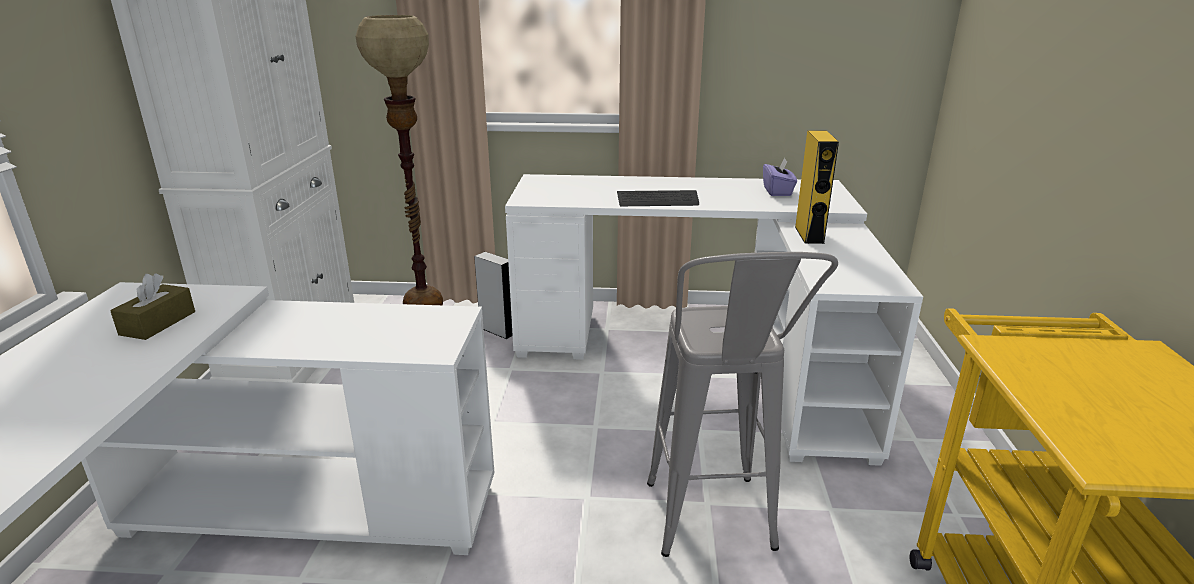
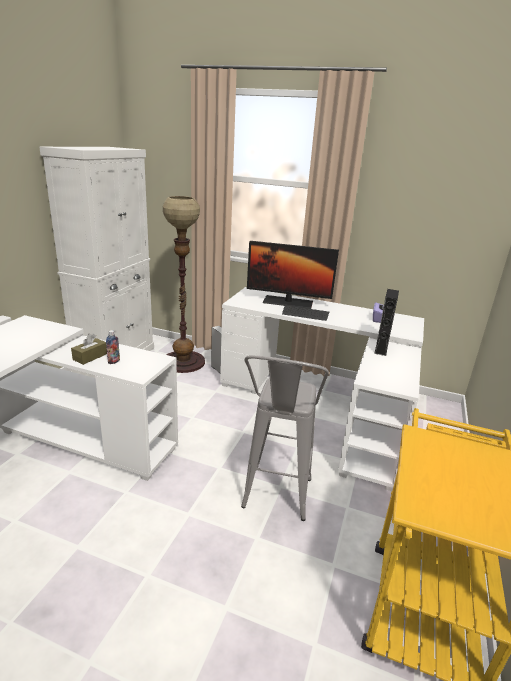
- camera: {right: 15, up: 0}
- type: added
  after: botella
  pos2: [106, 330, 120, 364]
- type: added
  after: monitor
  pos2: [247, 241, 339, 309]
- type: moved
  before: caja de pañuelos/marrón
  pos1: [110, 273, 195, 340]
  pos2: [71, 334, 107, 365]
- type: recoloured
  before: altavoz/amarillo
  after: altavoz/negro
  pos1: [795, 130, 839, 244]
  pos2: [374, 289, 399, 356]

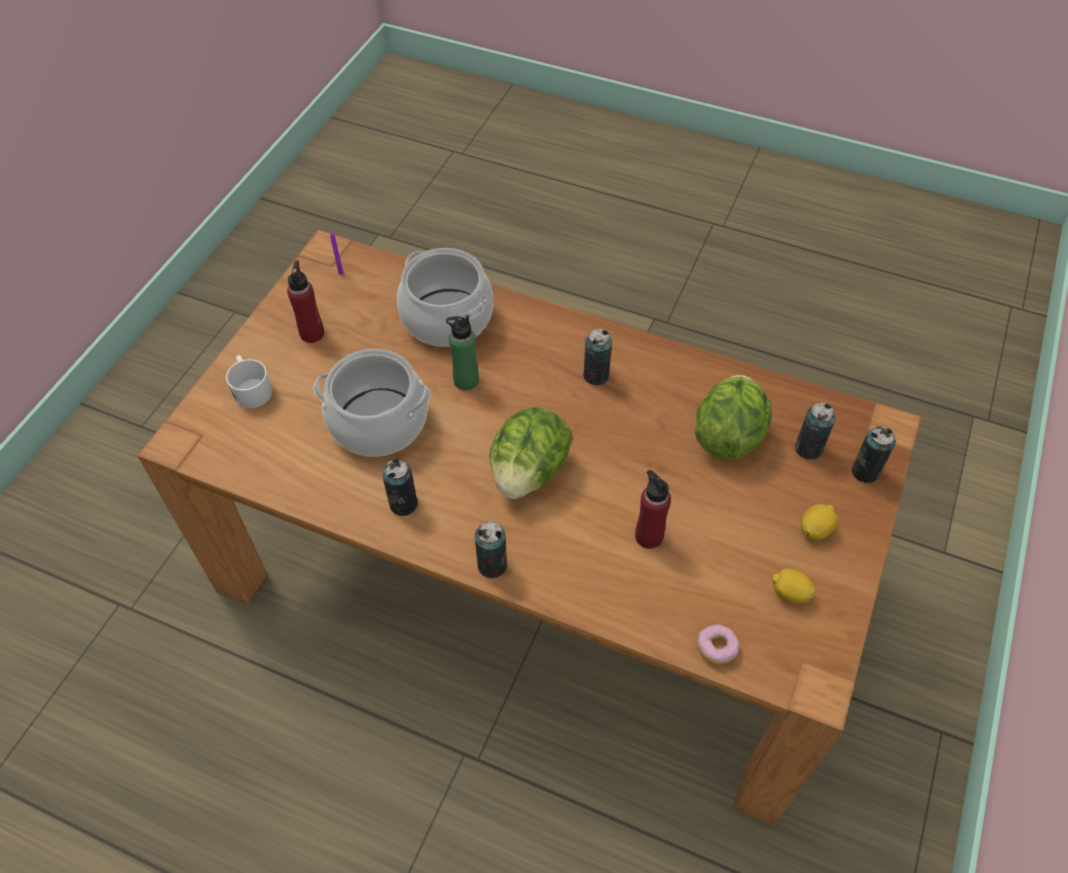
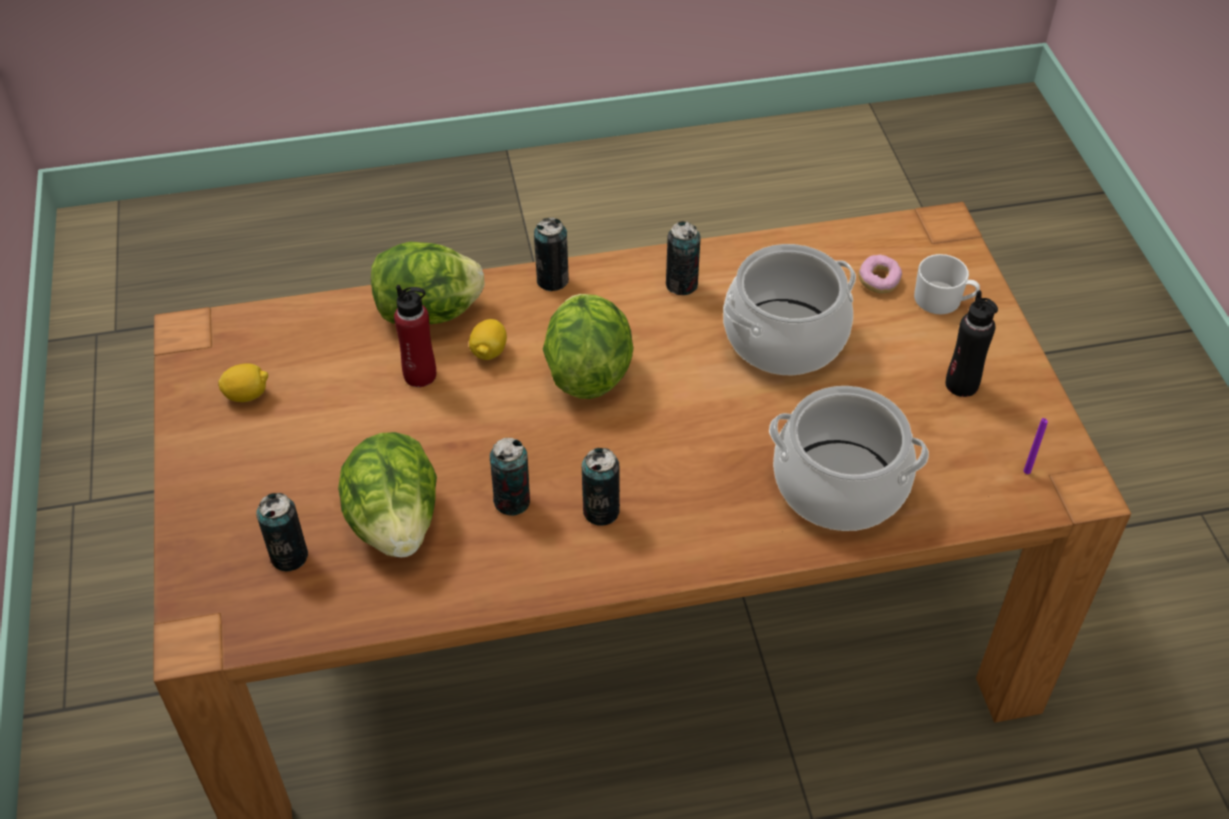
- camera: {right: 145, up: -5}
- type: removed
  before: botella/verde
  pos1: [446, 315, 479, 390]
- type: added
  after: lechuga
  pos2: [371, 242, 485, 324]
- type: moved
  before: rosquilla
  pos1: [697, 625, 739, 664]
  pos2: [858, 255, 902, 294]
- type: moved
  before: limón
  pos1: [801, 504, 837, 540]
  pos2: [469, 319, 507, 360]
- type: moved
  before: lata
  pos1: [852, 426, 896, 483]
  pos2: [490, 438, 530, 516]
- type: recoloured
  before: botella/rojo
  after: botella/negro
  pos1: [287, 261, 324, 343]
  pos2: [945, 290, 998, 397]

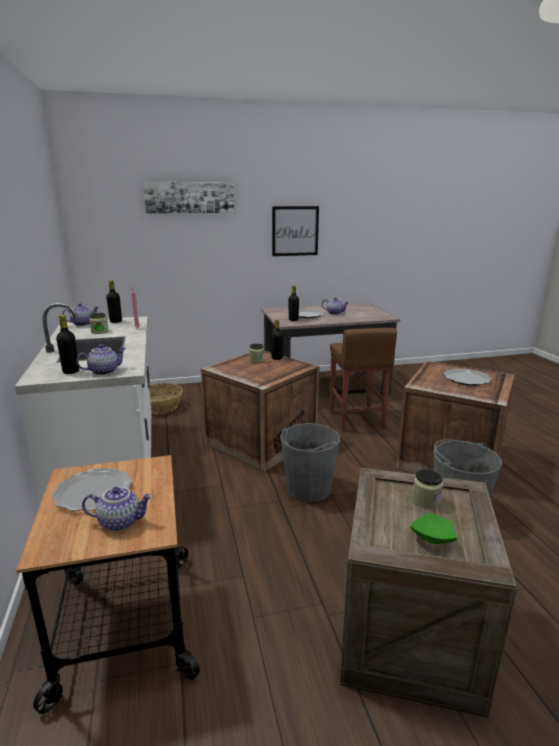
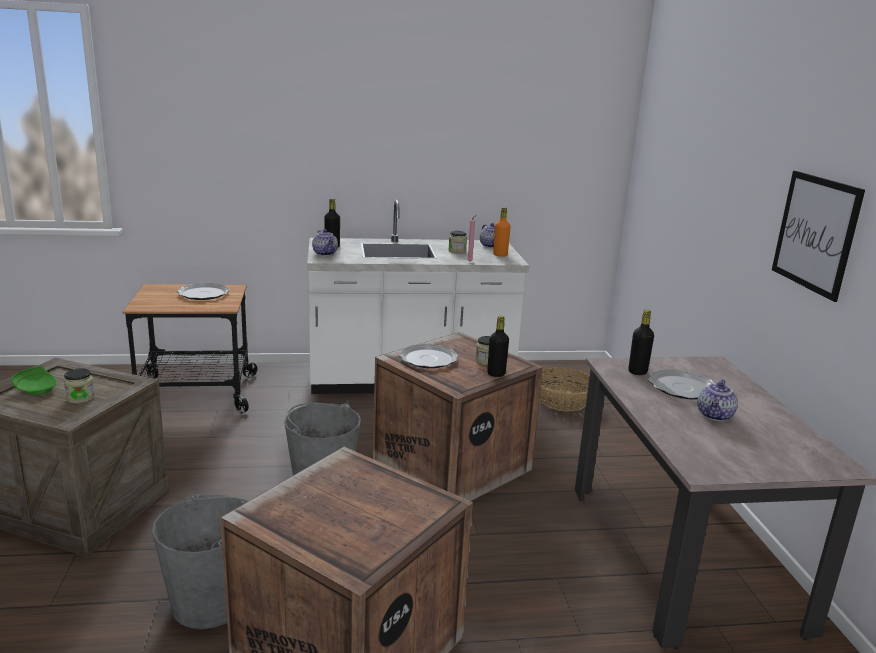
- camera: {right: 95, up: 0}
- type: removed
  before: tetera
  pos1: [82, 487, 153, 531]
- type: removed
  before: cuadro
  pos1: [143, 182, 234, 214]
- type: removed
  before: taburete/marrón
  pos1: [330, 328, 397, 432]
- type: moved
  before: plato
  pos1: [444, 368, 492, 386]
  pos2: [399, 344, 458, 368]
- type: recoloured
  before: botella/negro
  after: botella/naranja
  pos1: [106, 280, 122, 323]
  pos2: [493, 207, 511, 257]

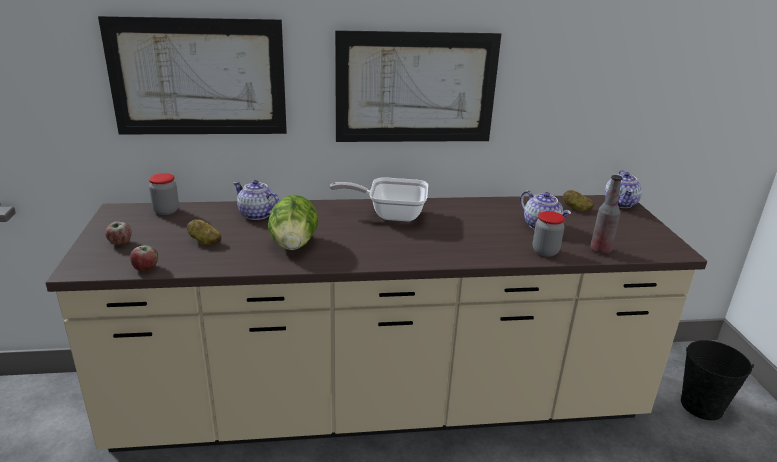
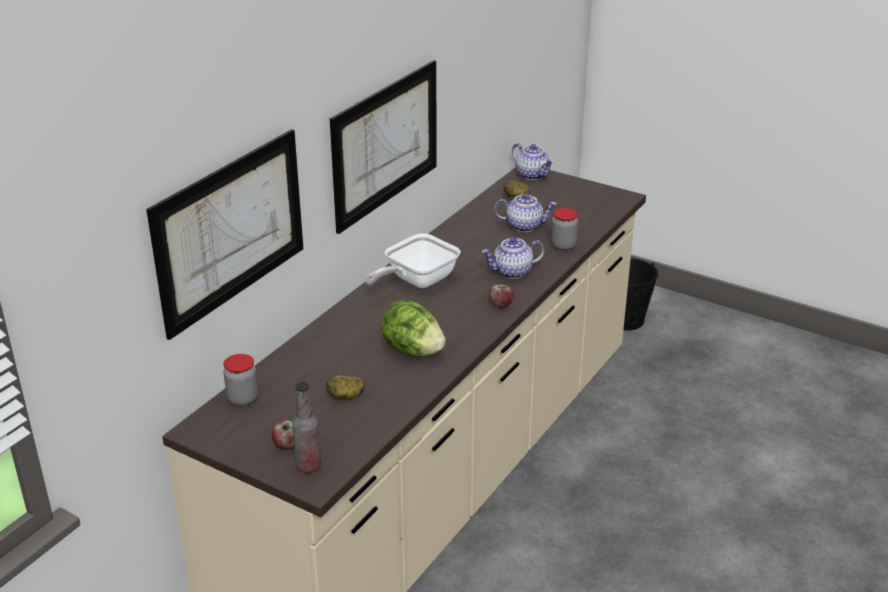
- camera: {right: -50, up: 5}
- type: moved
  before: manzana
  pos1: [130, 245, 158, 271]
  pos2: [489, 284, 513, 308]
- type: moved
  before: tetera
  pos1: [233, 180, 280, 220]
  pos2: [481, 237, 545, 279]
- type: moved
  before: botella
  pos1: [590, 175, 622, 254]
  pos2: [292, 382, 322, 472]

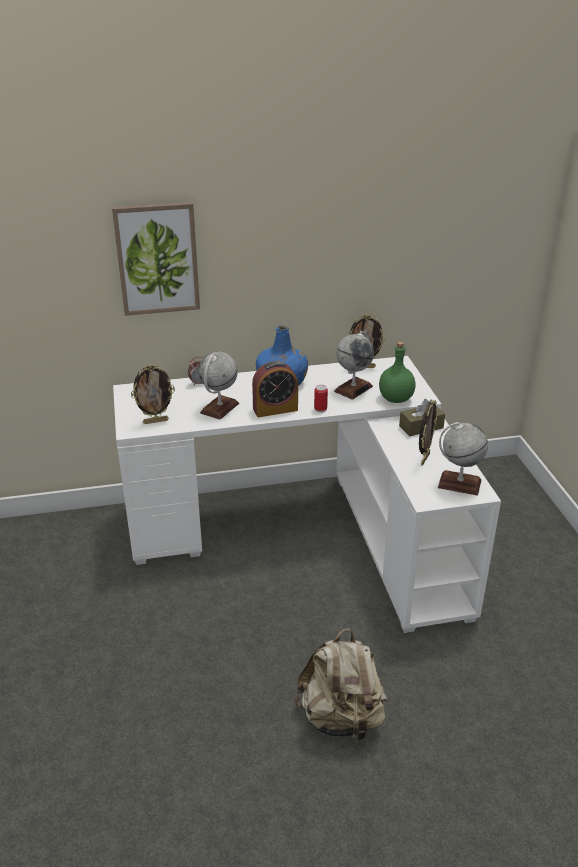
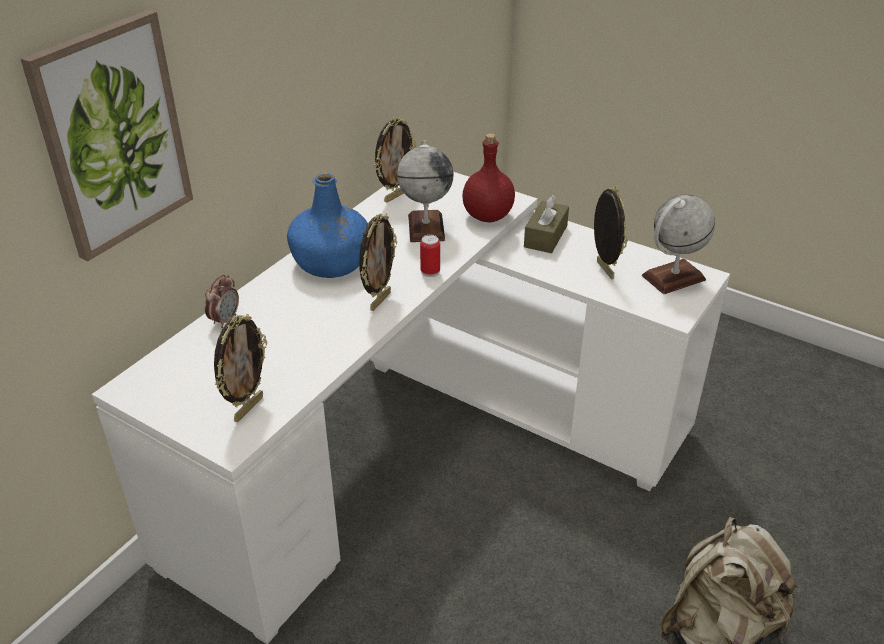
- camera: {right: -45, up: 5}
- type: removed
  before: globo terráqueo
  pos1: [198, 352, 239, 420]
- type: replaced
  before: despertador
  after: portarretratos
  pos1: [252, 361, 298, 417]
  pos2: [359, 214, 397, 311]
- type: recoloured
  before: botella/verde
  after: botella/rojo
  pos1: [379, 342, 415, 403]
  pos2: [462, 133, 515, 222]

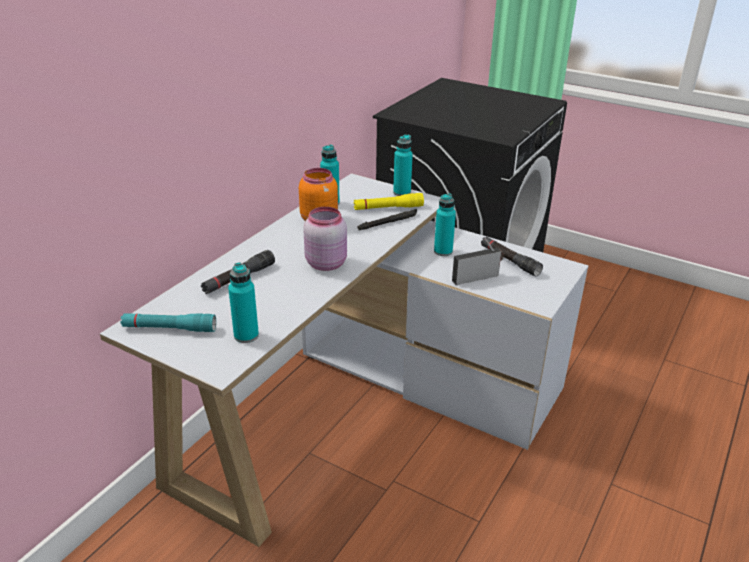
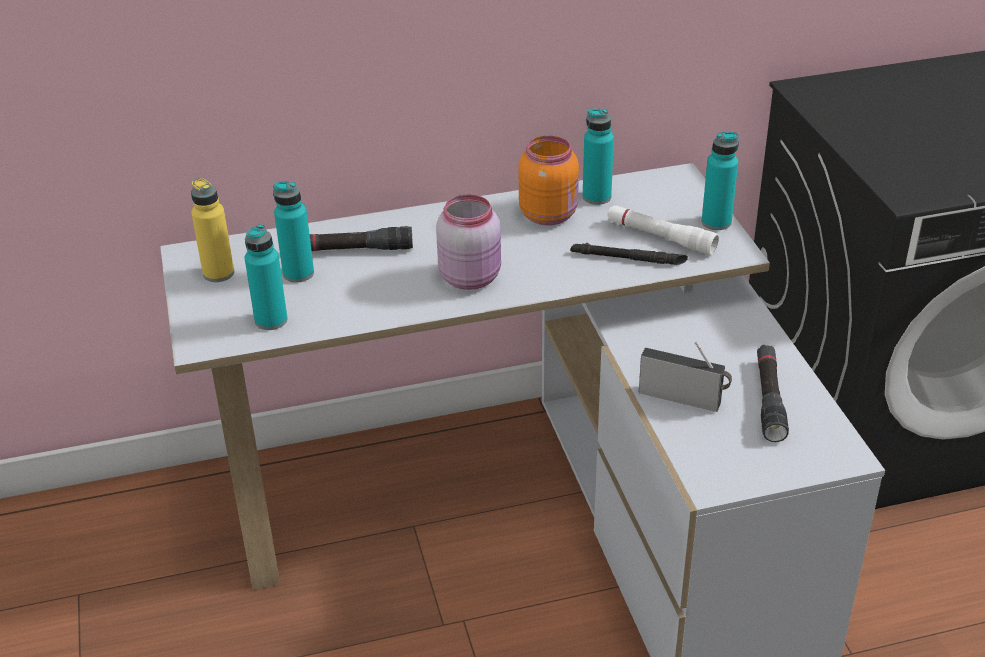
- camera: {right: 45, up: 5}
- type: moved
  before: botella/turquesa
  pos1: [434, 193, 456, 256]
  pos2: [273, 181, 314, 282]
- type: replaced
  before: linterna/turquesa
  after: botella/amarillo
  pos1: [120, 313, 216, 332]
  pos2: [191, 178, 234, 282]
- type: recoloured
  before: linterna/amarillo
  after: linterna/blanco
  pos1: [354, 193, 424, 210]
  pos2: [607, 205, 719, 255]

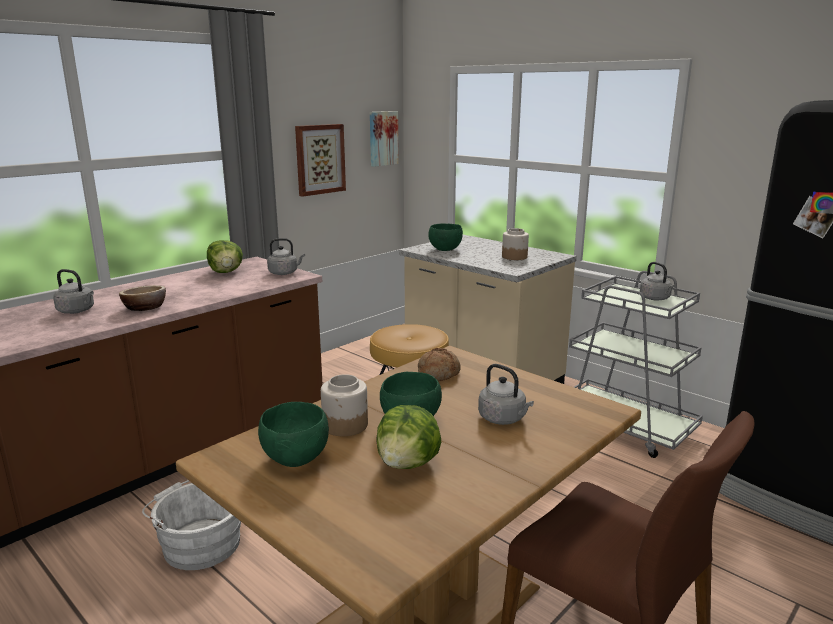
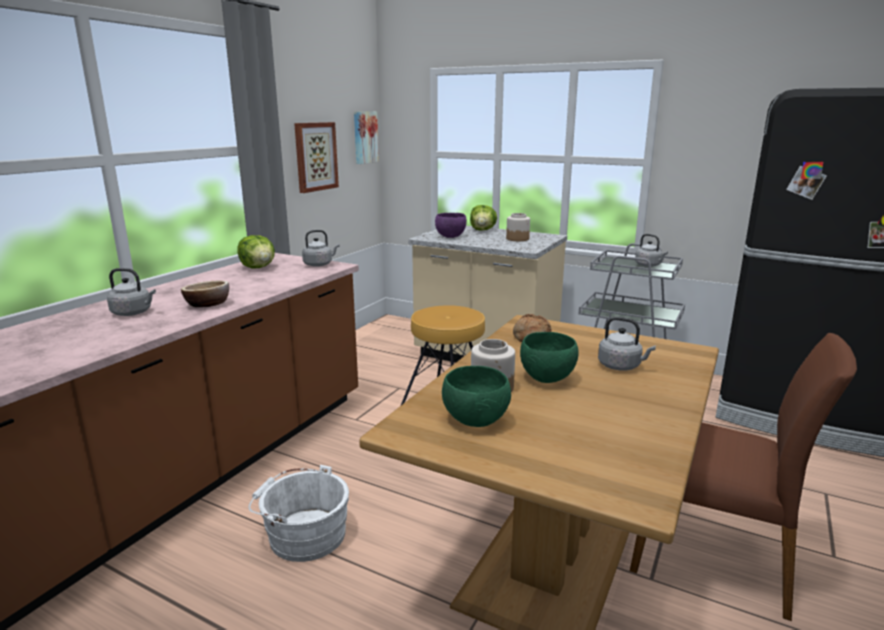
- camera: {right: -15, up: 0}
- type: moved
  before: lechuga
  pos1: [376, 405, 441, 469]
  pos2: [470, 205, 497, 231]
- type: recoloured
  before: cuenco/verde
  after: cuenco/morado
  pos1: [428, 223, 463, 251]
  pos2: [435, 213, 467, 238]

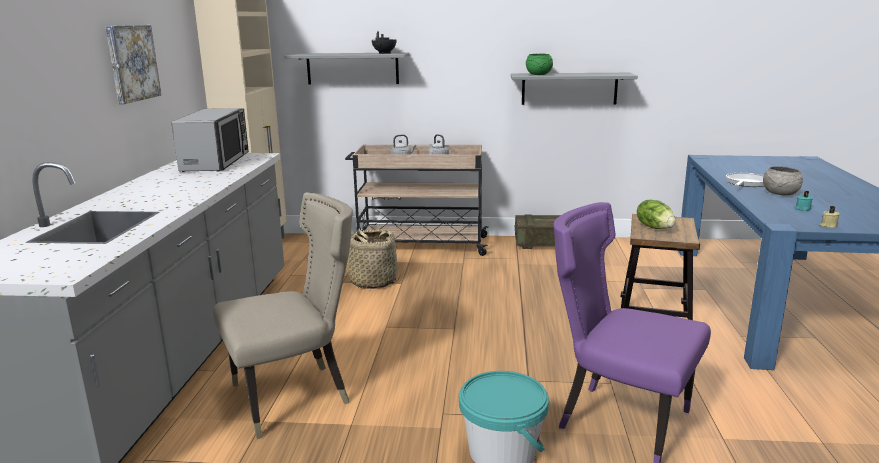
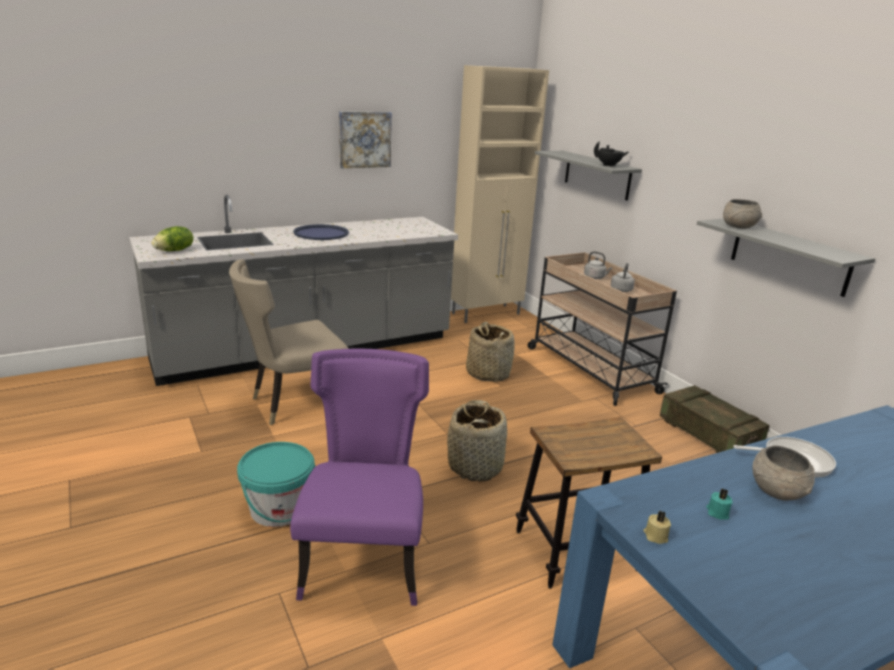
- camera: {right: 55, up: 5}
- type: removed
  before: microondas
  pos1: [171, 108, 249, 172]
- type: added
  after: bandeja/azul
  pos2: [293, 224, 349, 240]
- type: added
  after: cesta
  pos2: [447, 400, 507, 482]
- type: moved
  before: lechuga
  pos1: [637, 200, 676, 229]
  pos2: [152, 226, 193, 251]
- type: recoloured
  before: cuenco/verde
  after: cuenco/gris
  pos1: [526, 54, 553, 75]
  pos2: [723, 199, 762, 229]
- type: turned
  before: silla/beis
  pos1: [213, 192, 353, 439]
  pos2: [229, 259, 349, 425]
  turn: 120

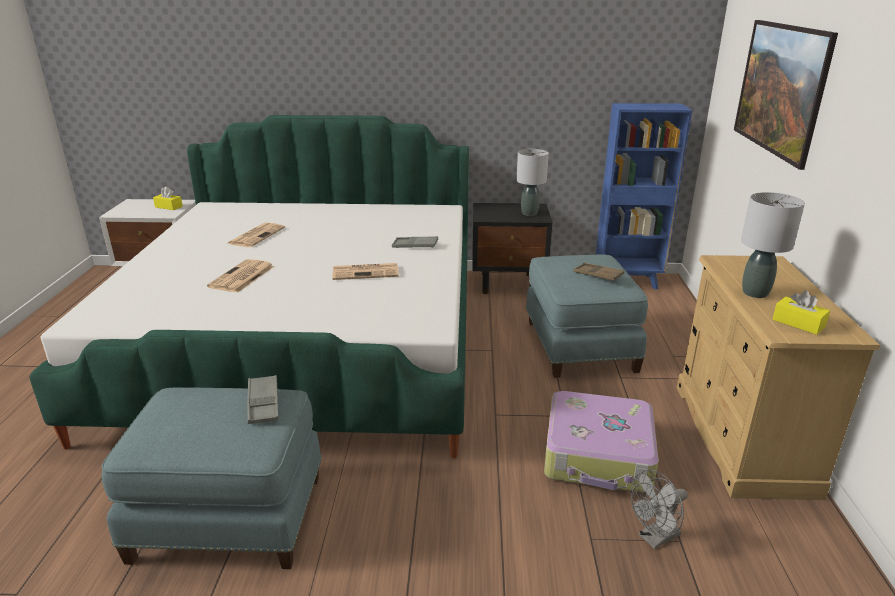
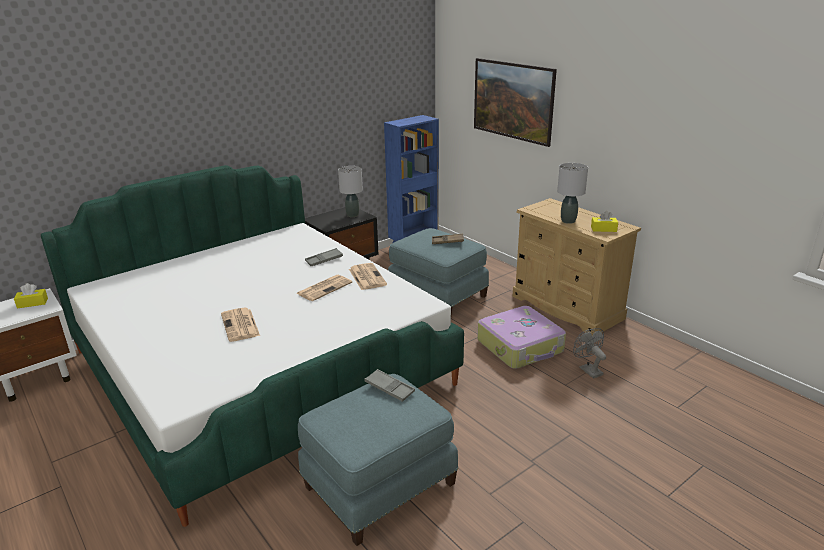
- camera: {right: -40, up: 0}
- type: moved
  before: periódico
  pos1: [227, 223, 285, 247]
  pos2: [349, 263, 387, 290]
- type: turned
  before: ventilador/gris
  pos1: [631, 470, 688, 549]
  pos2: [573, 328, 606, 379]
  turn: 135

